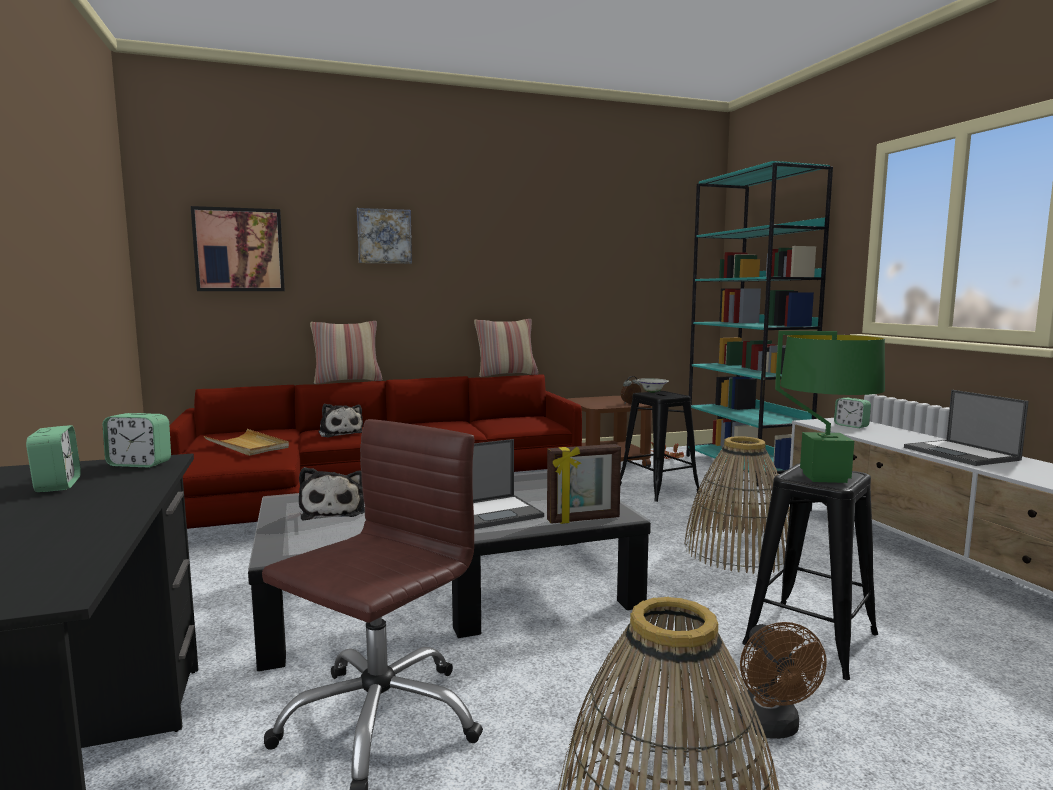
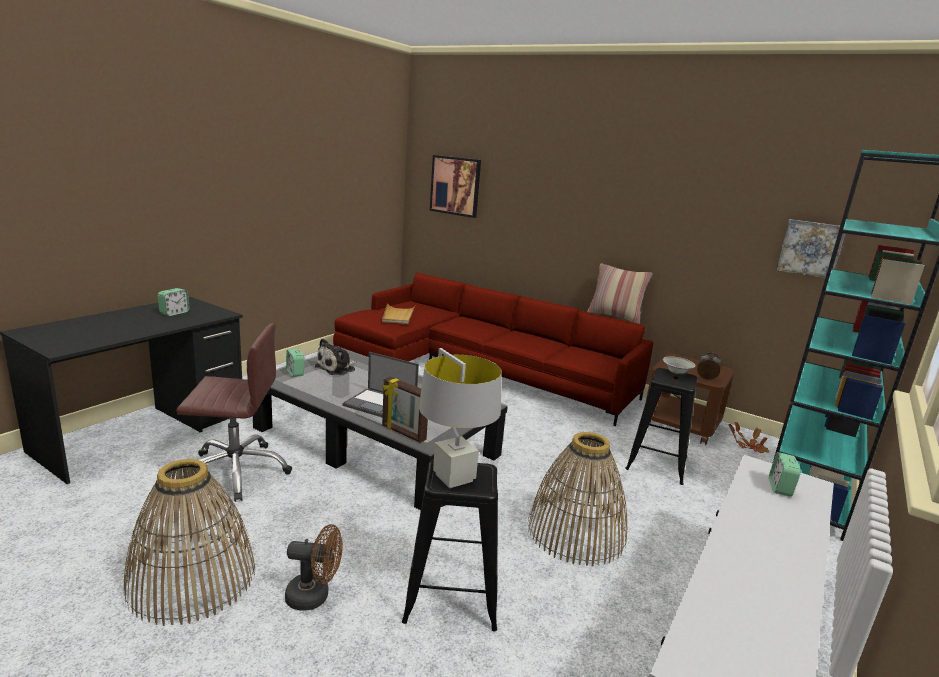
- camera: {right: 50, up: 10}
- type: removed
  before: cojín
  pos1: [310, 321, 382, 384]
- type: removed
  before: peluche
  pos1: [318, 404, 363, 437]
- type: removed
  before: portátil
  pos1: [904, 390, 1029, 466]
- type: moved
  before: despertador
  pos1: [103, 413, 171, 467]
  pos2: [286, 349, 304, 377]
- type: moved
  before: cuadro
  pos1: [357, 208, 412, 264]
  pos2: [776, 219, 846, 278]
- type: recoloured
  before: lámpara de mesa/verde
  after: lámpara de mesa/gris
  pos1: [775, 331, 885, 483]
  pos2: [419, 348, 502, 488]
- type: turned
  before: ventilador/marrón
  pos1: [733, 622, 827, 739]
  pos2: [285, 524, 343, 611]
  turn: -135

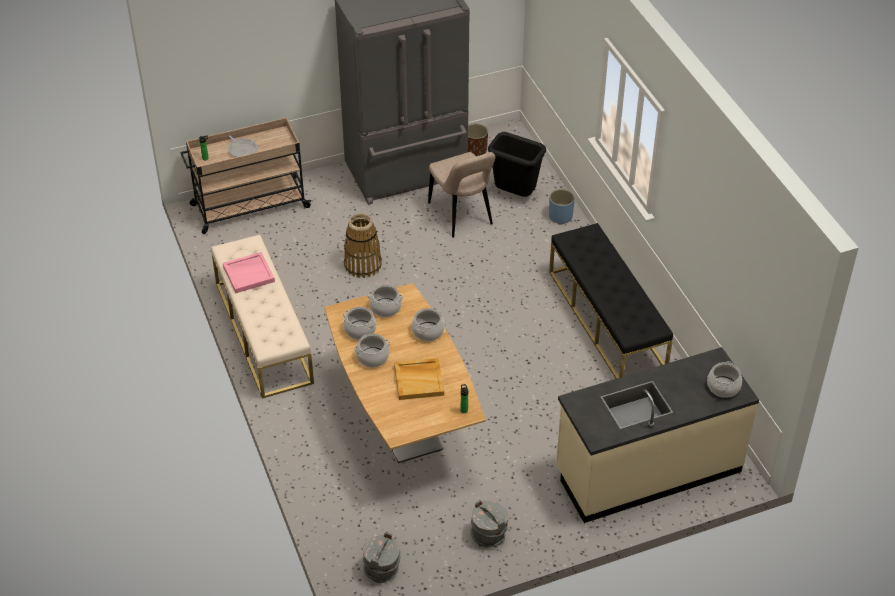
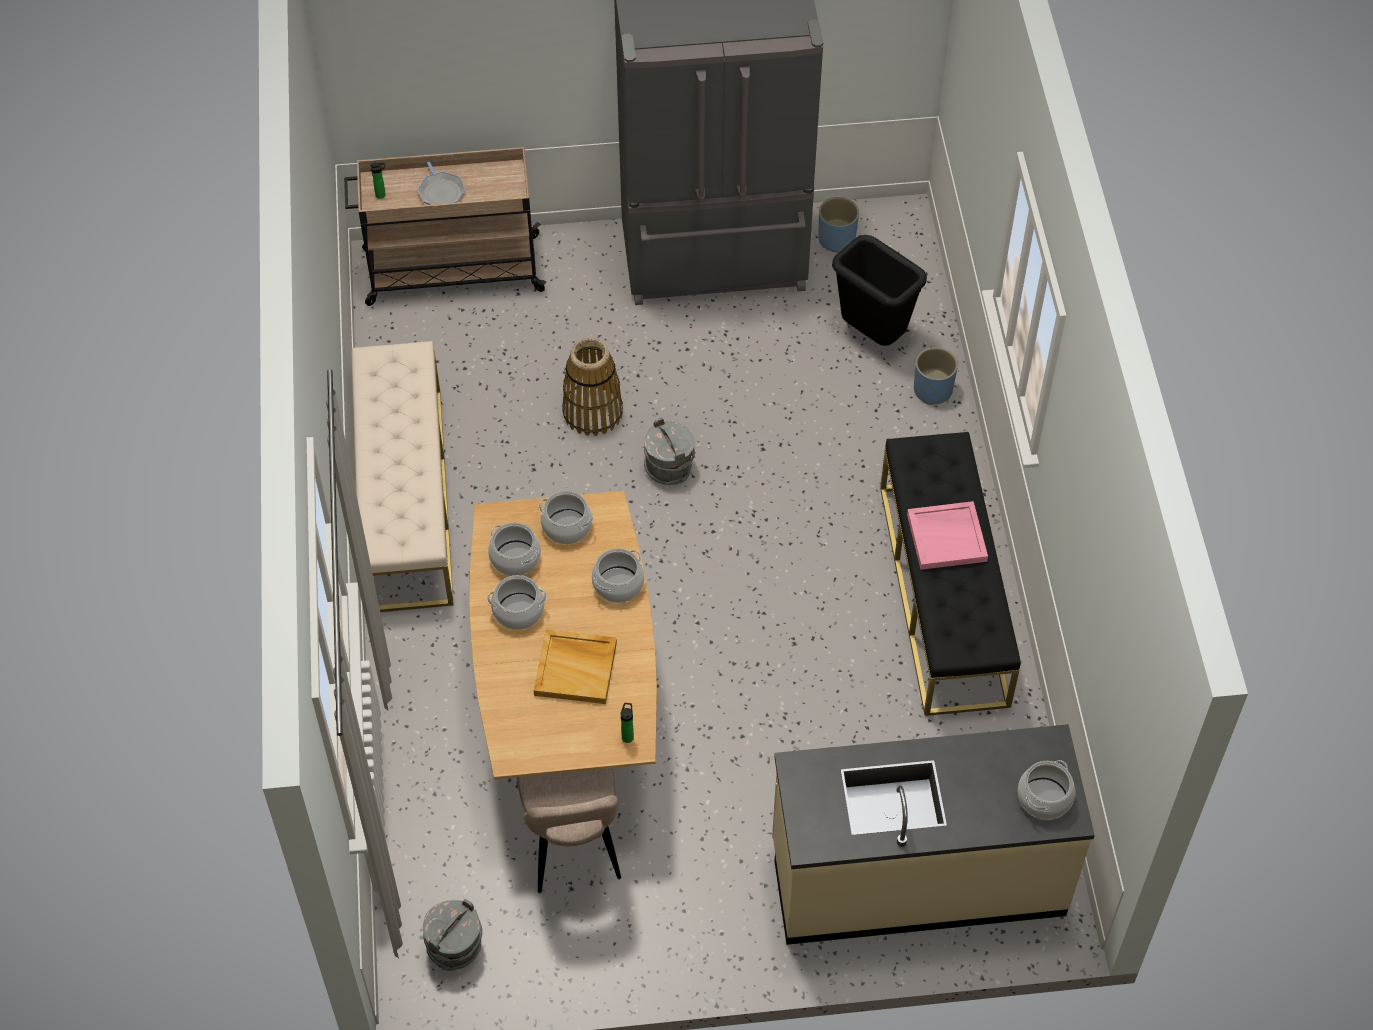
- camera: {right: 15, up: 10}
- type: moved
  before: bandeja/rosa
  pos1: [223, 252, 275, 293]
  pos2: [907, 501, 988, 570]
- type: moved
  before: silla/beis
  pos1: [428, 152, 495, 238]
  pos2: [517, 768, 621, 893]
- type: moved
  before: cubo/gris
  pos1: [470, 500, 508, 547]
  pos2: [644, 418, 695, 485]
- type: recoloured
  before: maceta/marrón
  after: maceta/azul
  pos1: [468, 123, 488, 156]
  pos2: [818, 197, 859, 253]

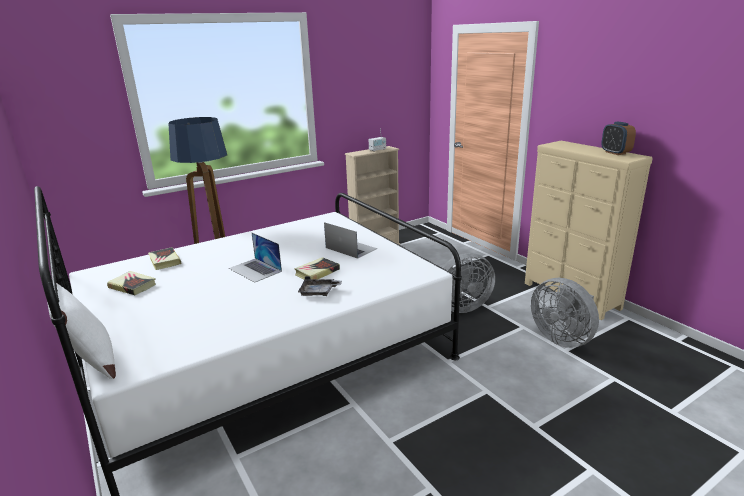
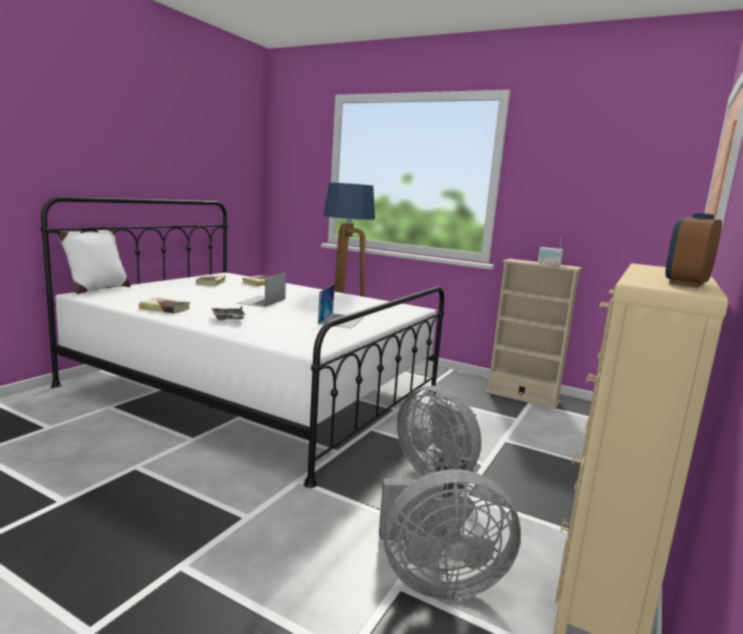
- camera: {right: 60, up: -10}
- type: moved
  before: libro
  pos1: [294, 257, 340, 280]
  pos2: [139, 297, 190, 314]
- type: turned
  before: ventilador/gris
  pos1: [531, 278, 599, 348]
  pos2: [379, 469, 521, 600]
  turn: -120

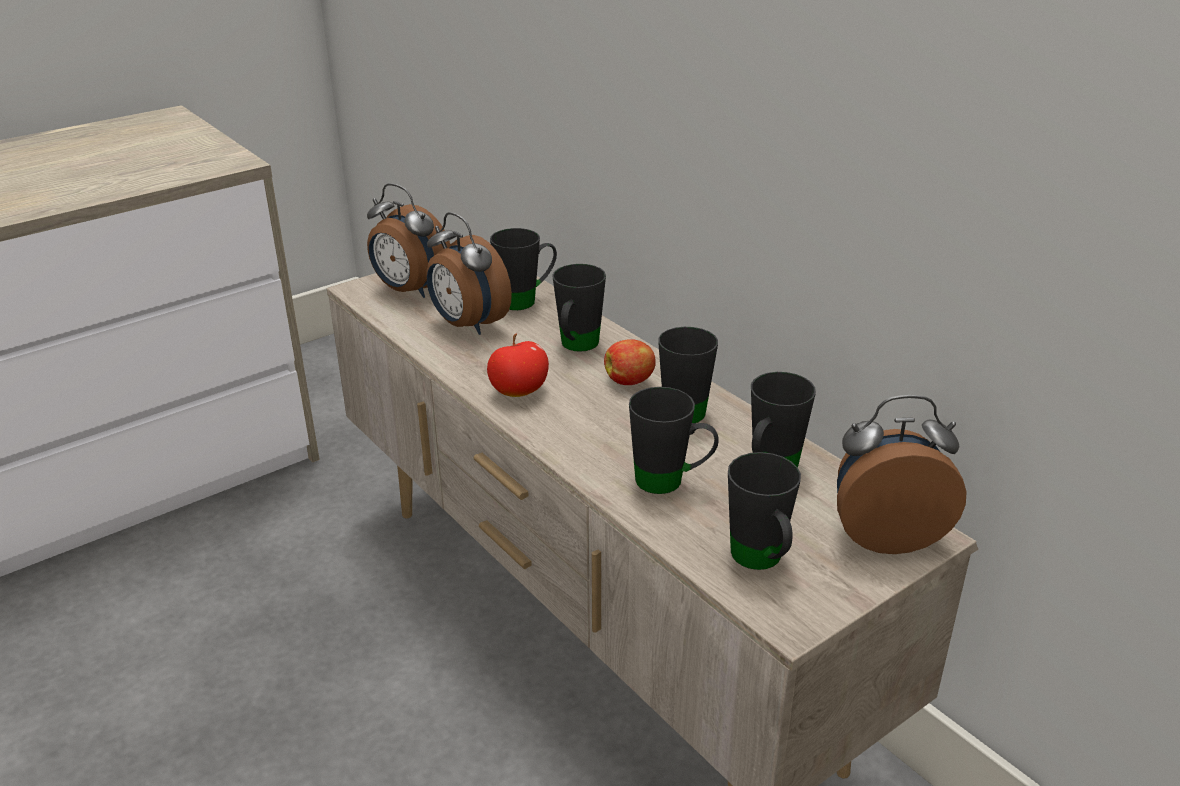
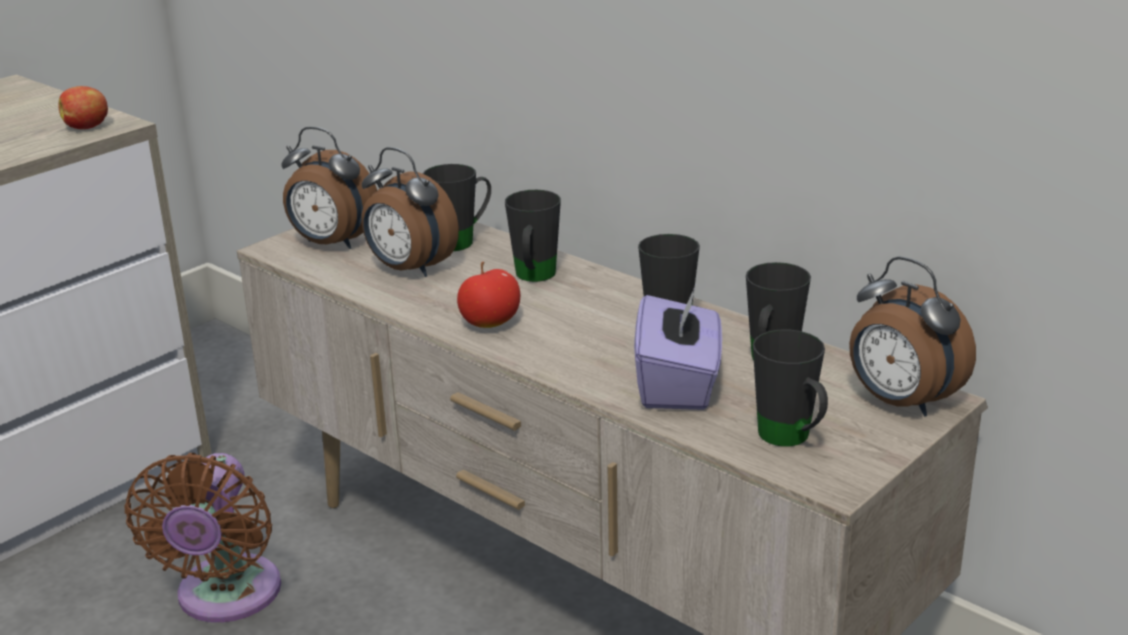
- camera: {right: -10, up: -5}
- type: added
  after: ventilador/marrón
  pos2: [125, 453, 281, 623]
- type: moved
  before: manzana
  pos1: [604, 339, 655, 385]
  pos2: [58, 86, 108, 129]
- type: replaced
  before: taza grande/negro
  after: caja de pañuelos/morado
  pos1: [629, 387, 719, 494]
  pos2: [634, 285, 722, 410]
- type: turned
  before: despertador
  pos1: [837, 395, 967, 554]
  pos2: [849, 256, 976, 417]
  turn: -120

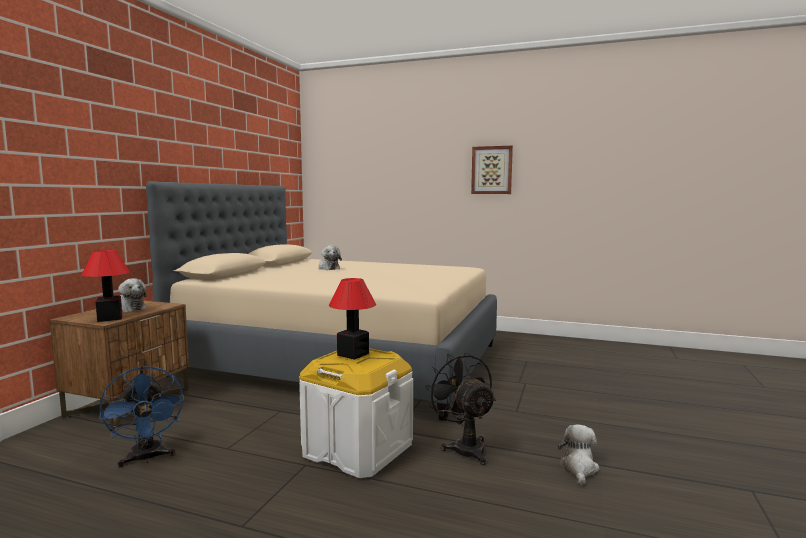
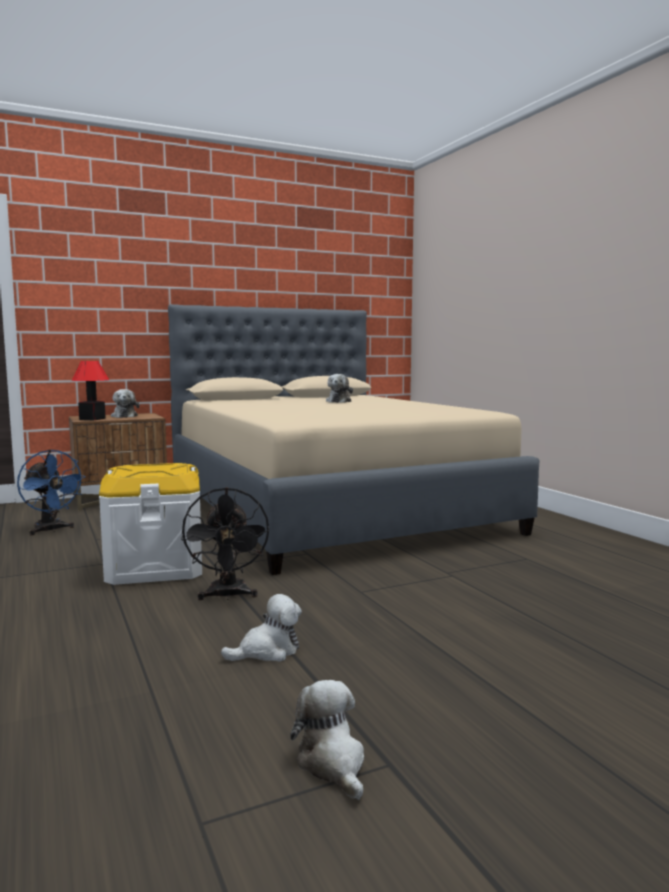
- camera: {right: 45, up: 0}
- type: removed
  before: lámpara de mesa
  pos1: [329, 278, 376, 360]
- type: removed
  before: cuadro
  pos1: [471, 146, 513, 194]
- type: added
  after: peluche
  pos2: [290, 680, 364, 800]
- type: turned
  before: ventilador/azul
  pos1: [99, 366, 184, 467]
  pos2: [17, 450, 86, 535]
  turn: -60
- type: turned
  before: ventilador/negro
  pos1: [425, 353, 496, 465]
  pos2: [181, 487, 269, 600]
  turn: 150

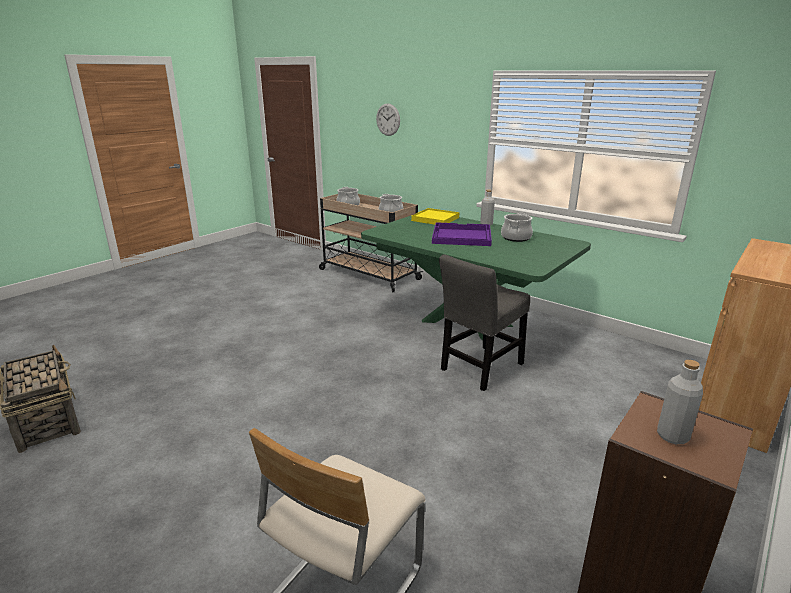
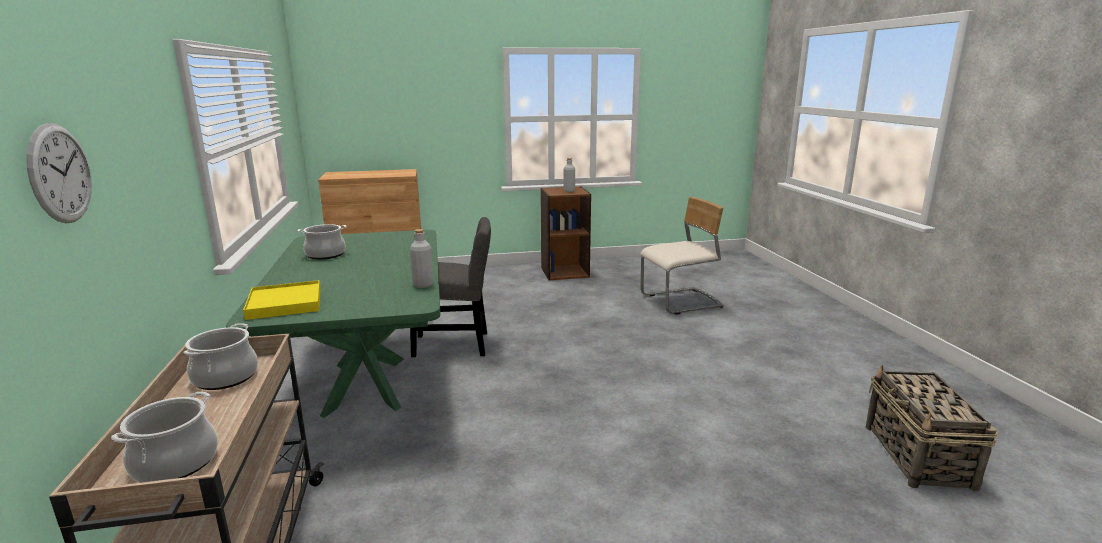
- camera: {right: -140, up: -5}
- type: removed
  before: bandeja/morado
  pos1: [432, 222, 492, 246]
- type: moved
  before: botella/gris
  pos1: [480, 189, 495, 226]
  pos2: [410, 229, 434, 288]

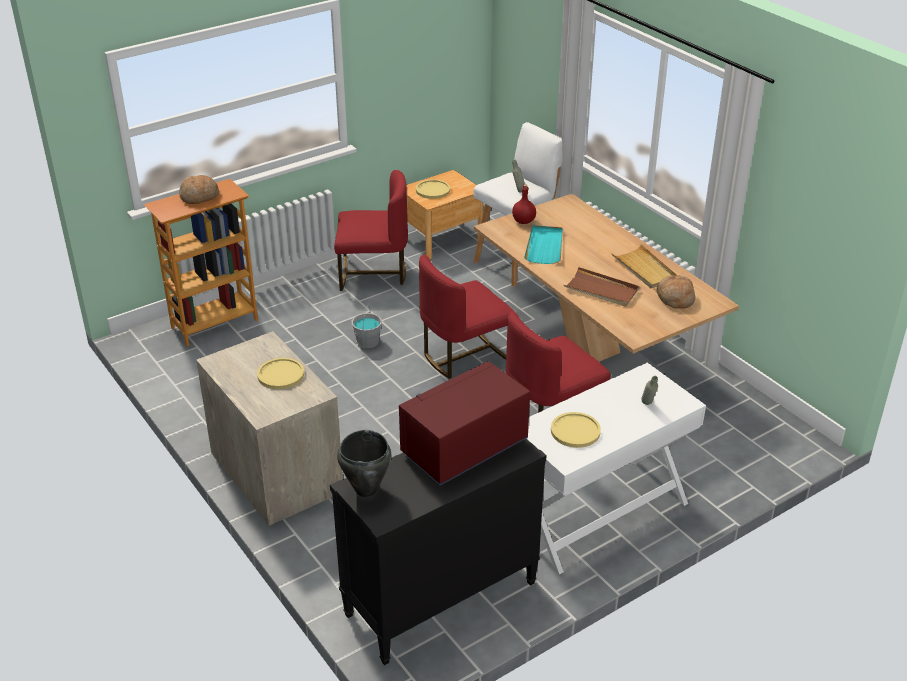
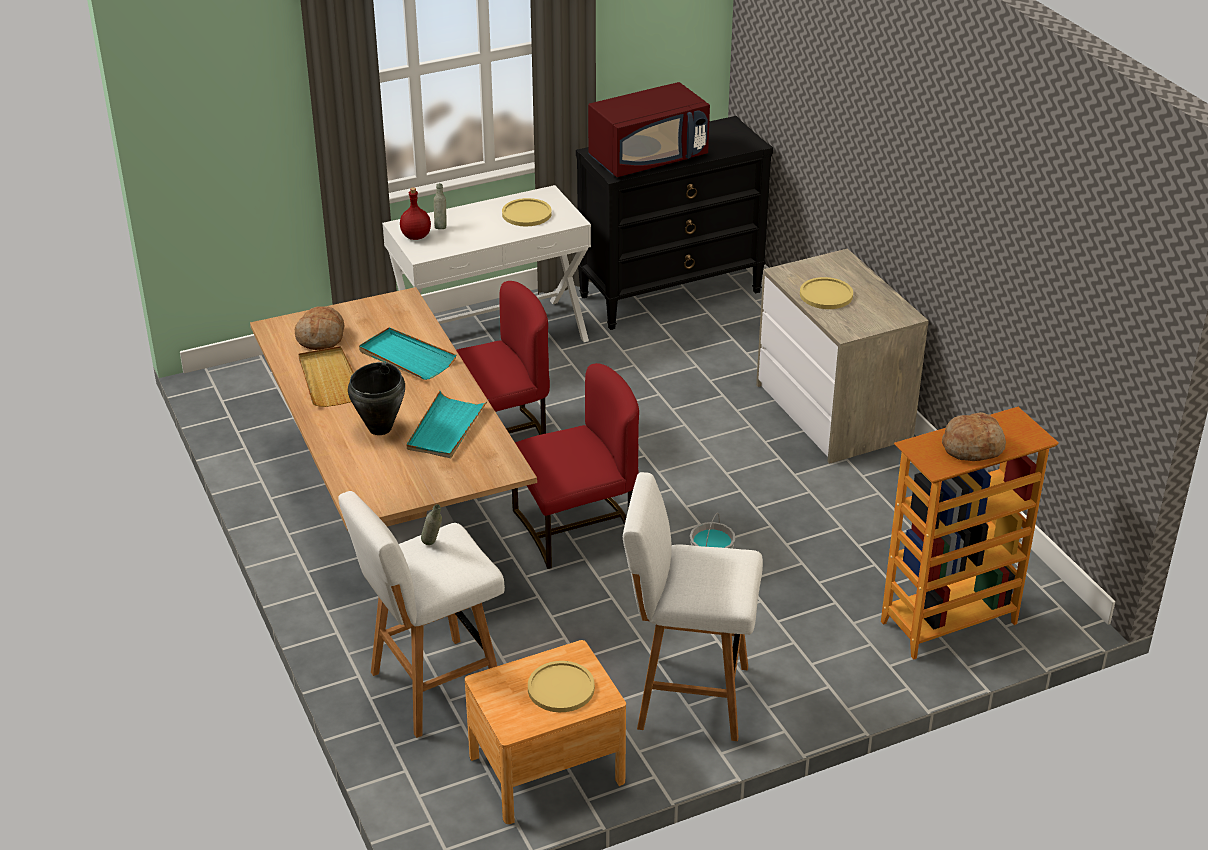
- camera: {right: -170, up: 0}
- type: moved
  before: olla/negro
  pos1: [337, 430, 391, 497]
  pos2: [348, 362, 405, 435]
- type: moved
  before: botella/rojo
  pos1: [512, 184, 536, 224]
  pos2: [400, 187, 431, 240]
- type: replaced
  before: silla/rojo
  after: taburete/blanco
  pos1: [334, 170, 408, 291]
  pos2: [623, 472, 763, 741]
- type: recoloured
  before: bandeja/marrón
  after: bandeja/turquesa
  pos1: [564, 267, 639, 307]
  pos2: [359, 327, 456, 380]

